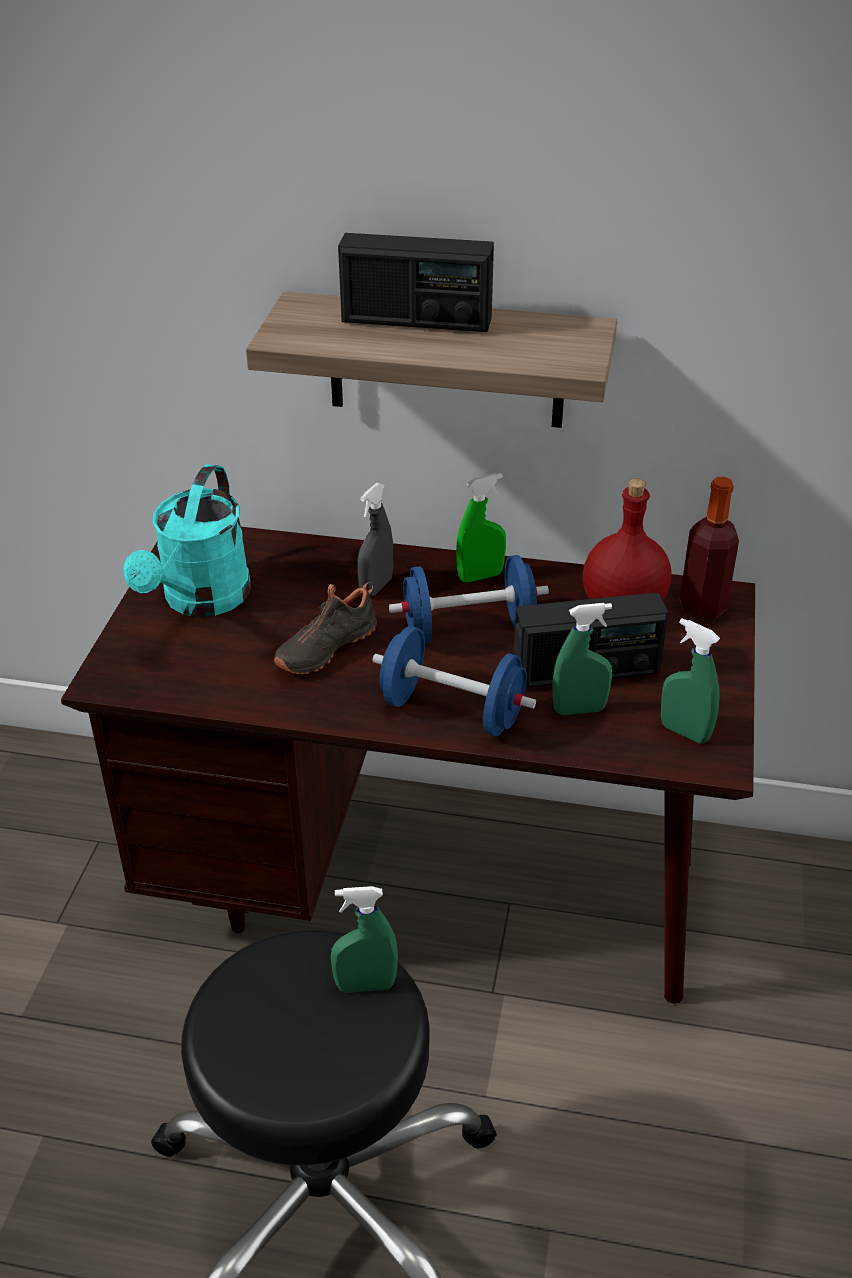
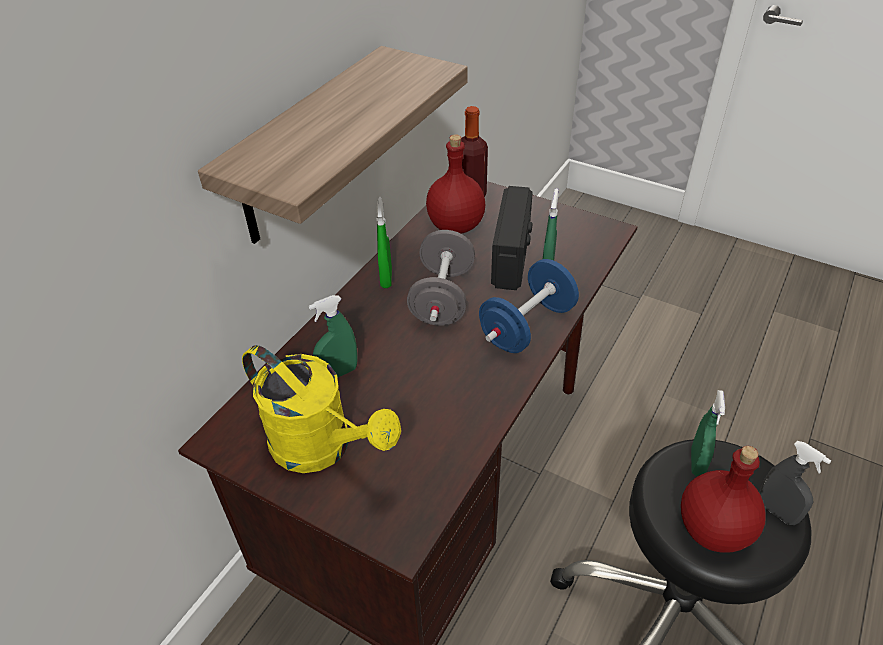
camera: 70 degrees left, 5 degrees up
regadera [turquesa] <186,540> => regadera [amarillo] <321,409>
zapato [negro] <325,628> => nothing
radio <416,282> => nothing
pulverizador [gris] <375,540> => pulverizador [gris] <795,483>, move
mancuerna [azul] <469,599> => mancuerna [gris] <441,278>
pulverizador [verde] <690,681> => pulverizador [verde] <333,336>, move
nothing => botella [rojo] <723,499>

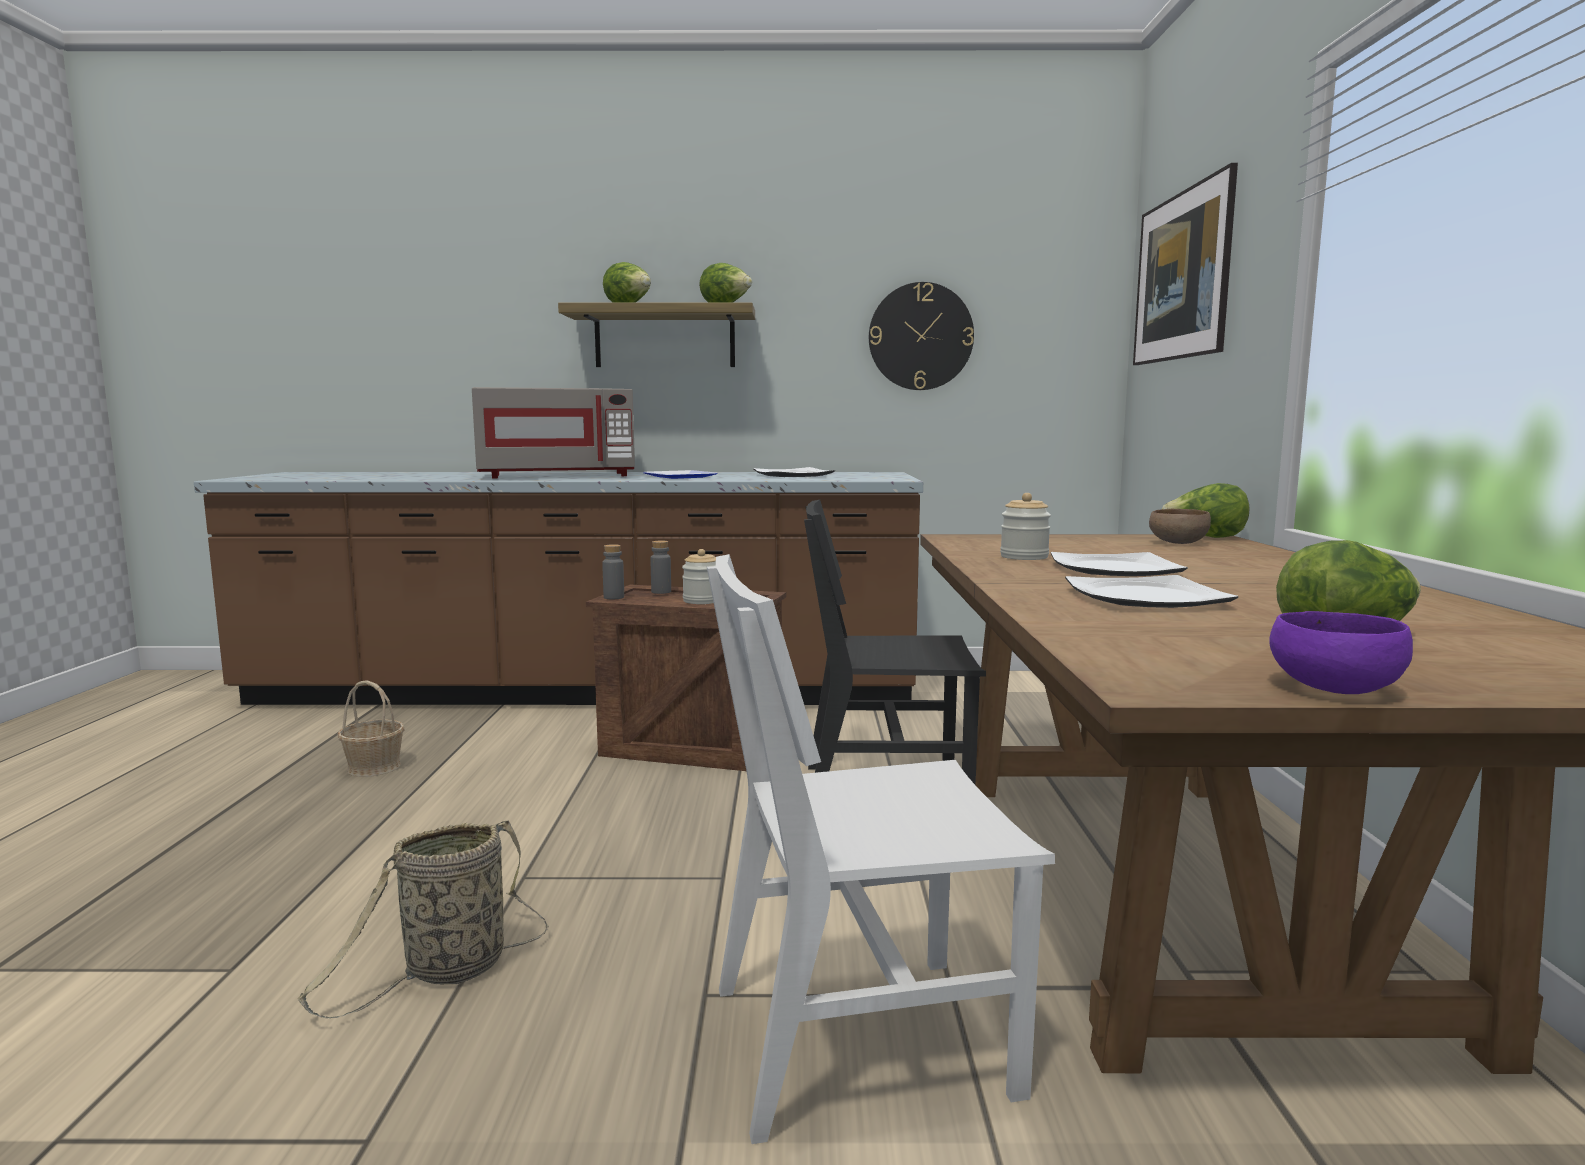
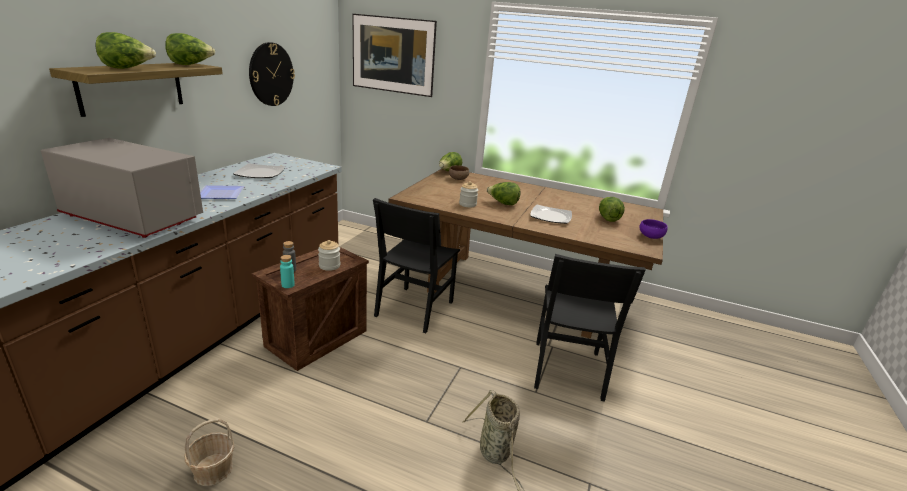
camera: 70 degrees left, 15 degrees up
microondas [gris] <553,432> => microondas [gris] <122,188>, 75 degrees counterclockwise
botella [gris] <613,571> => botella [turquesa] <287,271>
silla [blanco] <881,849> => silla [negro] <590,328>
plato <1119,564> => lechuga <504,193>

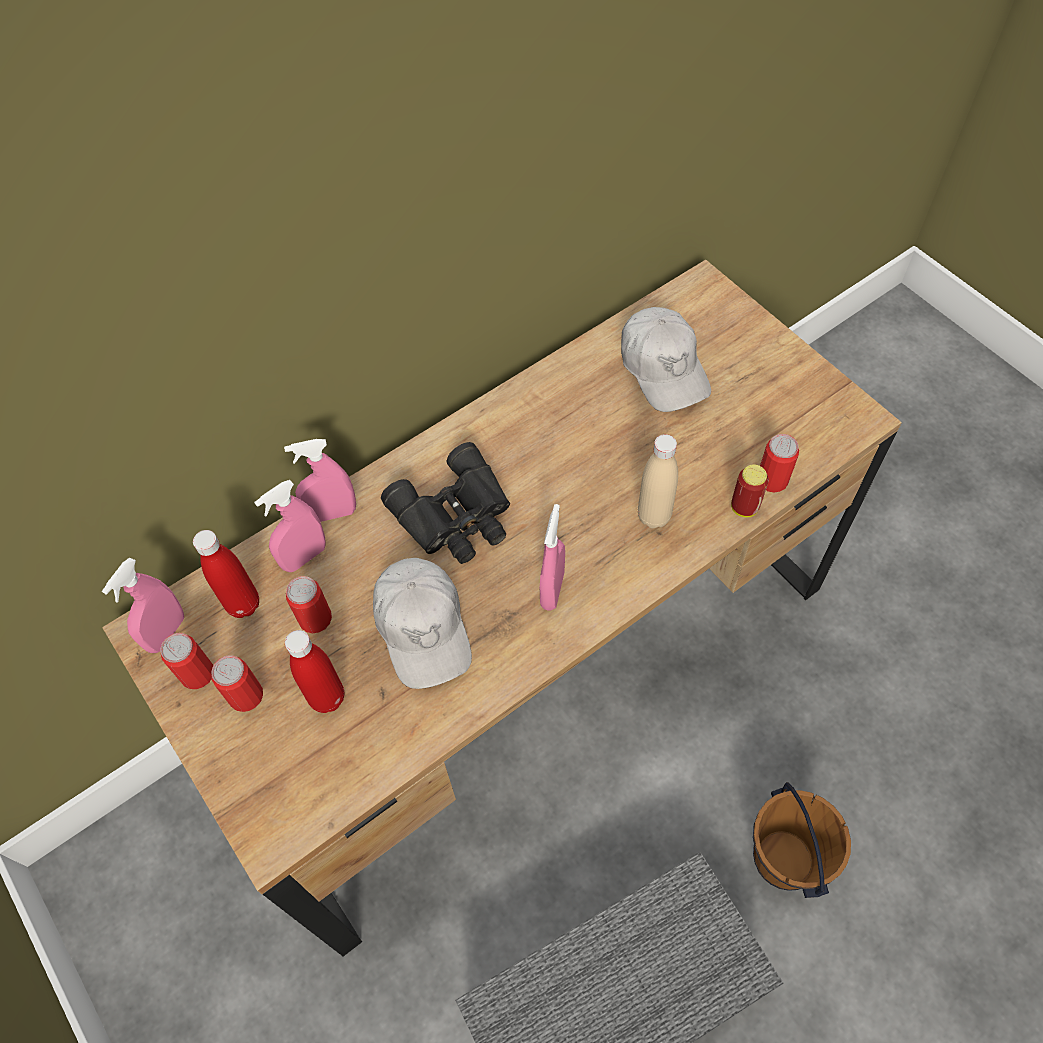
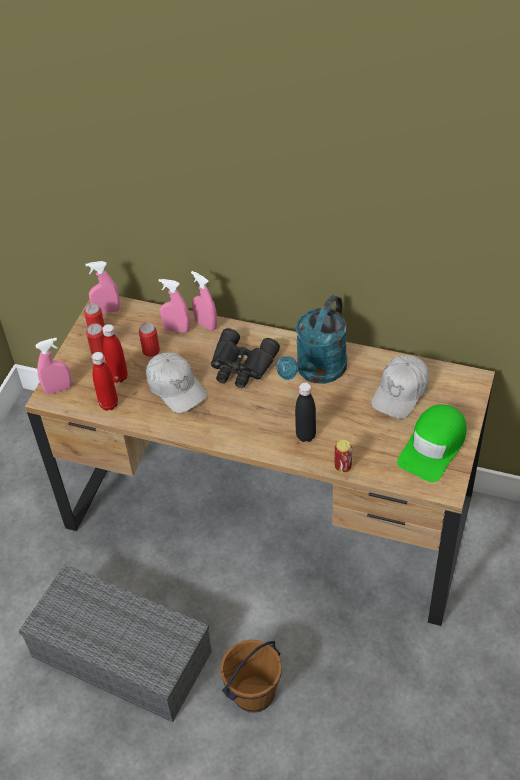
camera: 55 degrees right, 10 degrees down
botella [rojo] <226,574> => botella [rojo] <105,381>, move
gorra [blanco] <422,623> => gorra [blanco] <176,382>, 75 degrees counterclockwise
pulverizador [rosa] <552,557> => pulverizador [rosa] <53,366>, move
botella [beis] <658,481> => botella [negro] <305,412>
lata <779,463> => nothing
nothing => regadera [turquesa] <312,339>
nothing => gorra [verde] <432,443>

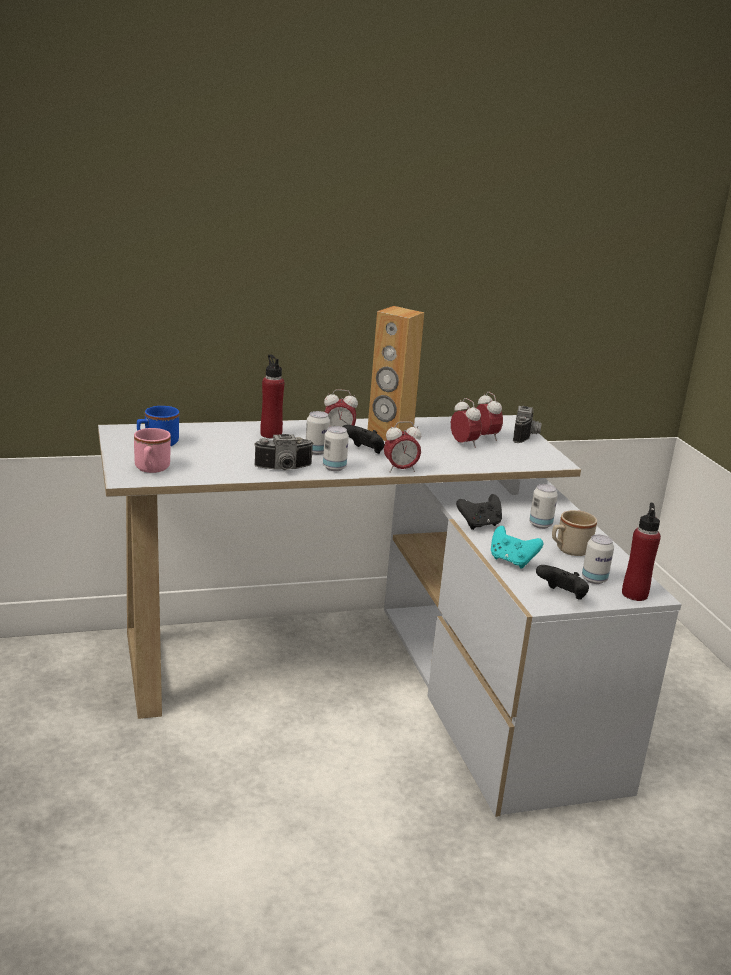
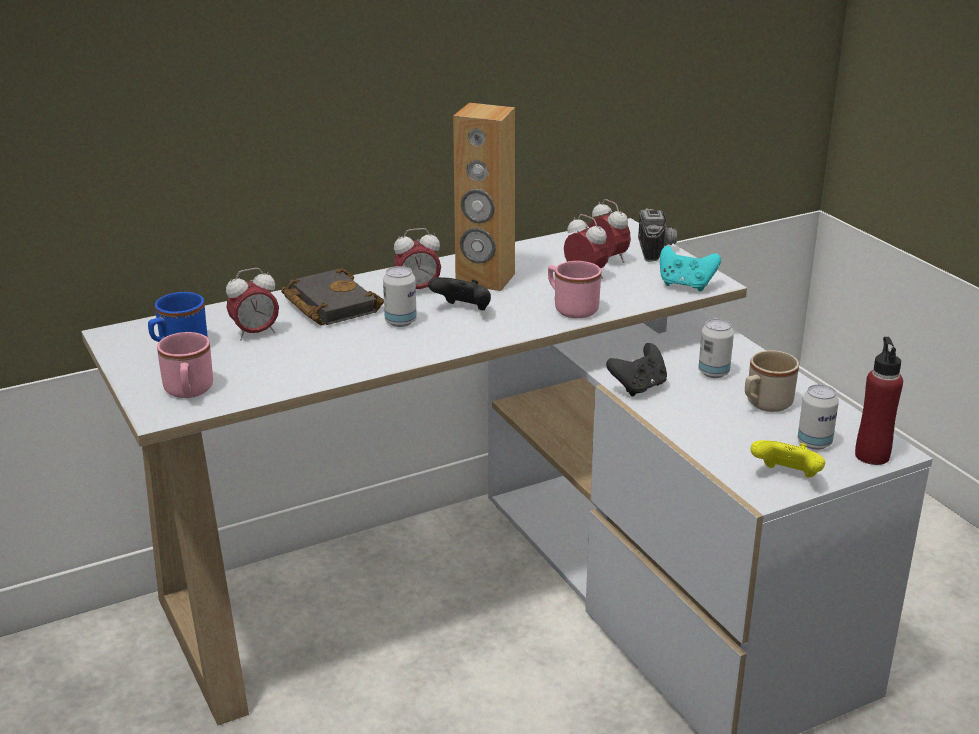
camera: 10 degrees left, 5 degrees up
cámara <284,452> => nothing
botella [rojo] <272,397> => libro [negro] <332,296>
lata <336,448> => nothing
despertador <402,447> => despertador <252,304>, move
mando de consola [turquesa] <517,547> => mando de consola [turquesa] <690,268>, move
mando de consola [negro] <562,582> => mando de consola [amarillo] <788,458>
nothing => taza grande [rosa] <574,289>

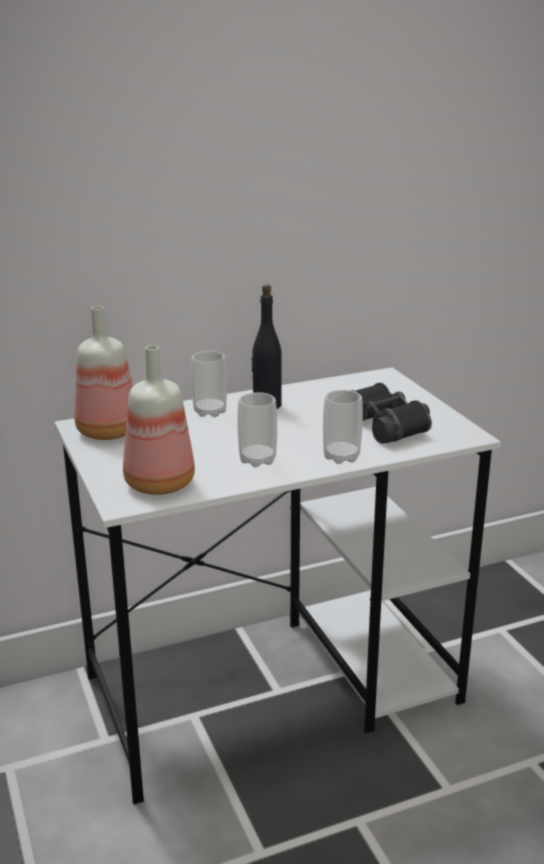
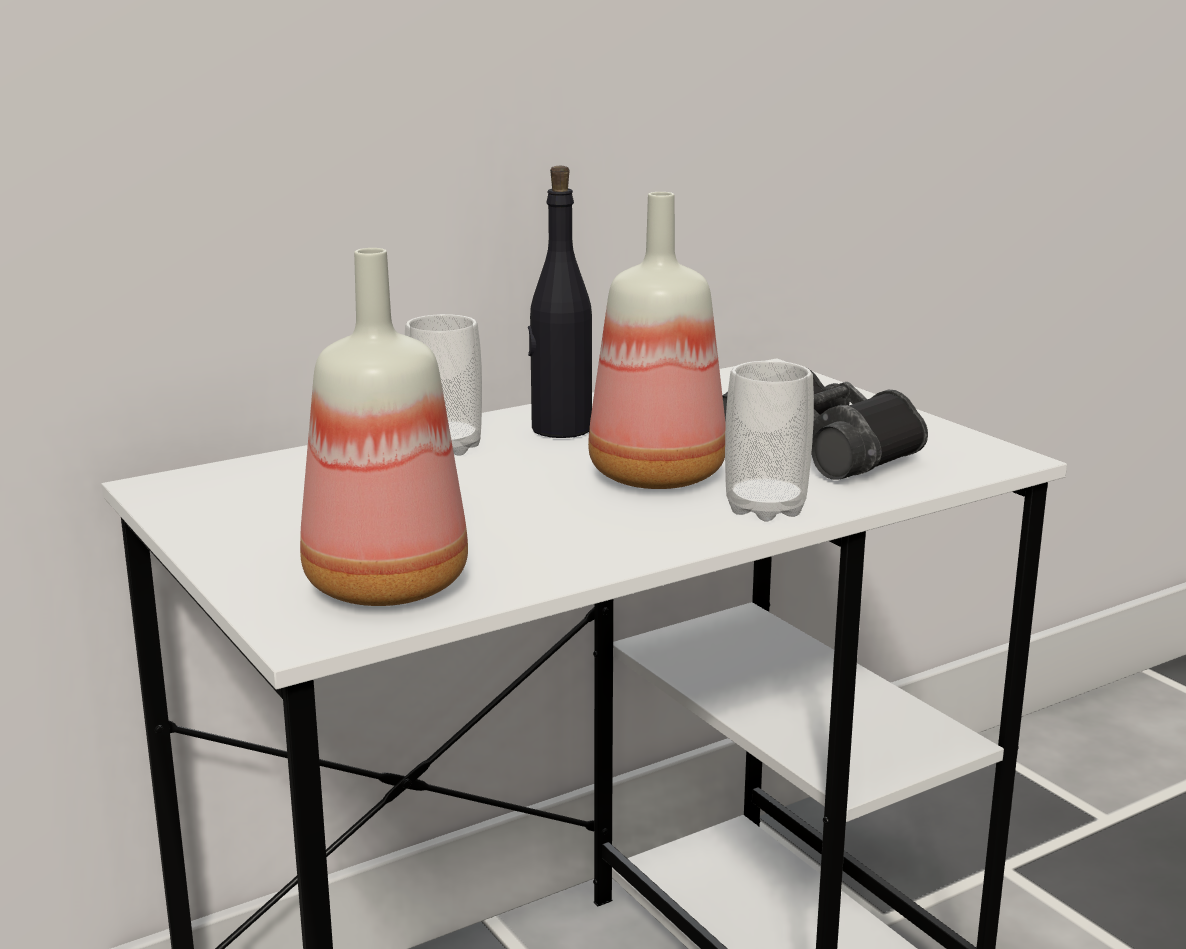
camera: 10 degrees left, 5 degrees down
botella <104,373> => botella <657,340>, move
taza <257,429> => nothing

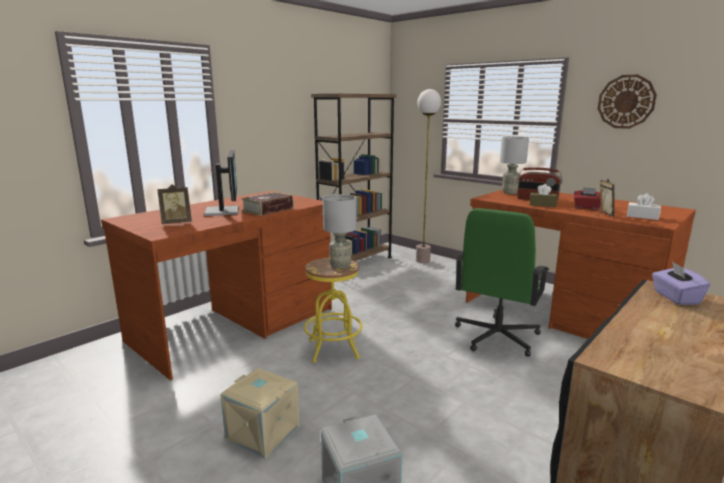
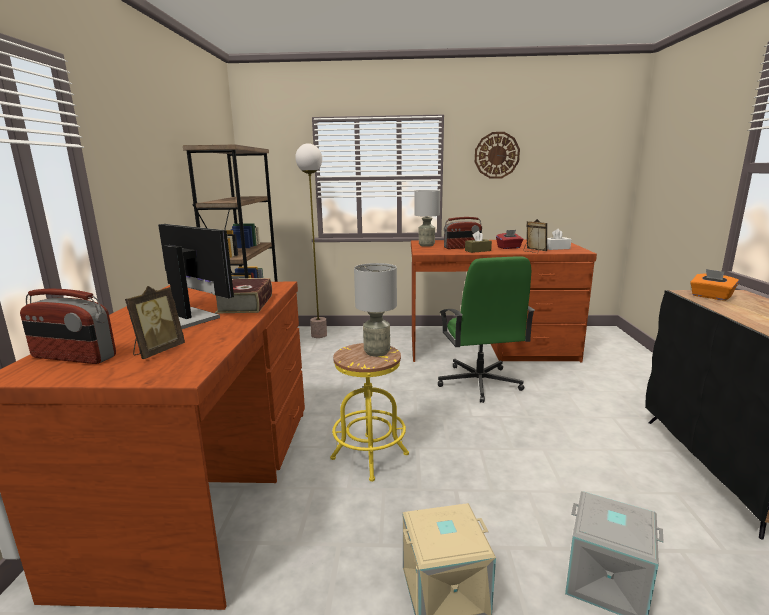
camera: 40 degrees left, 0 degrees up
caja de pañuelos [morado] <681,283> => caja de pañuelos [naranja] <714,285>
nothing => radio <68,326>

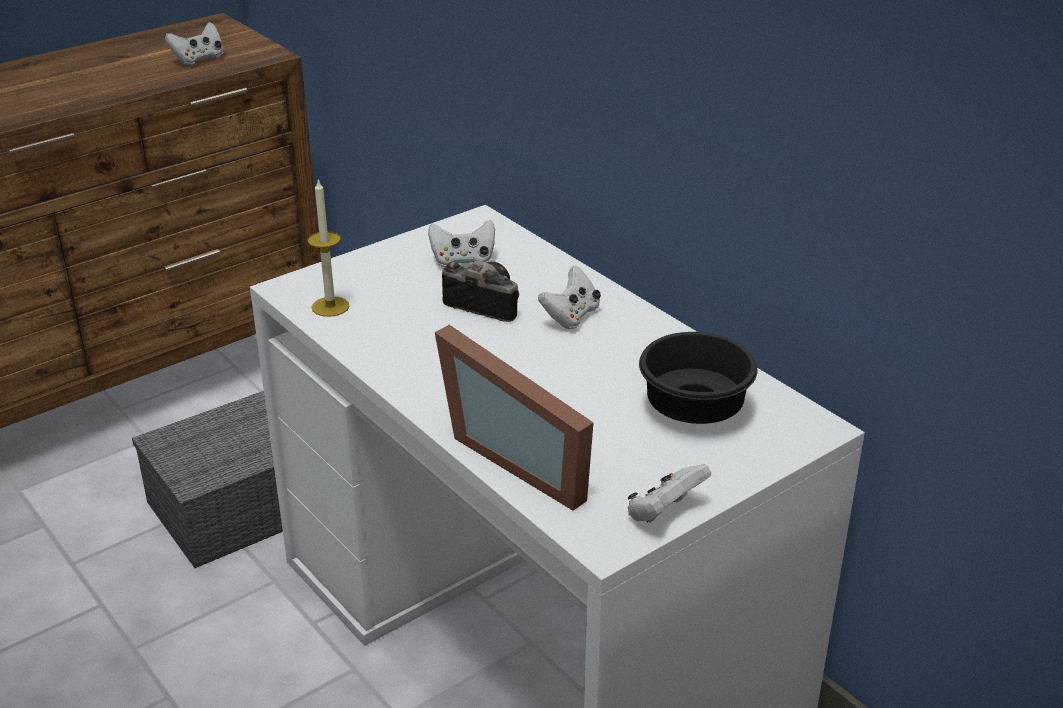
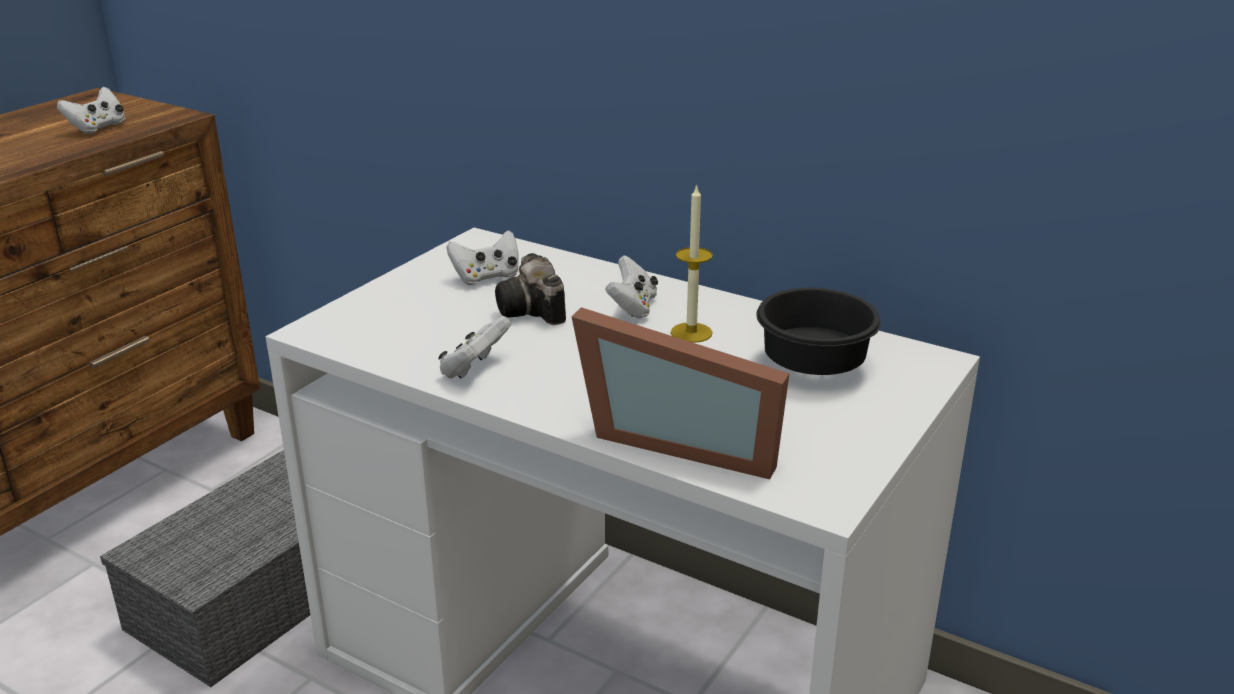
camera: 20 degrees left, 5 degrees down
vela <328,248> => vela <692,263>, move
cámara <480,291> => cámara <530,289>, 120 degrees counterclockwise
mando de consola [blanco] <669,493> => mando de consola [blanco] <474,347>, move

